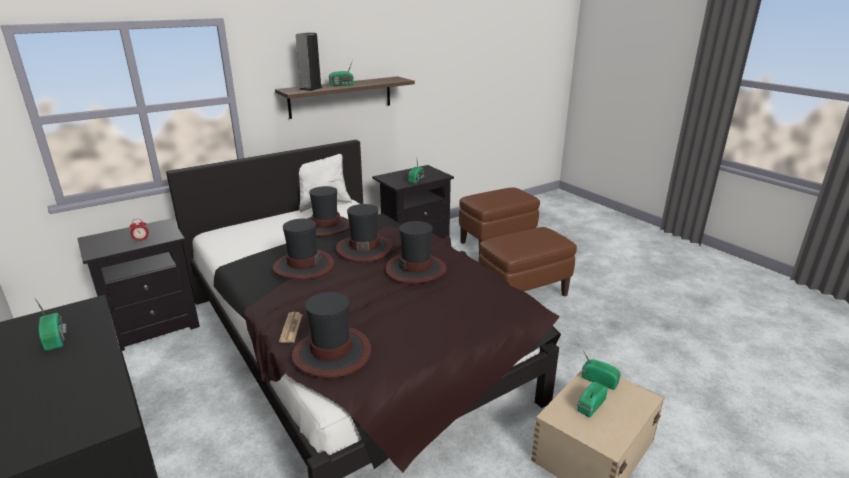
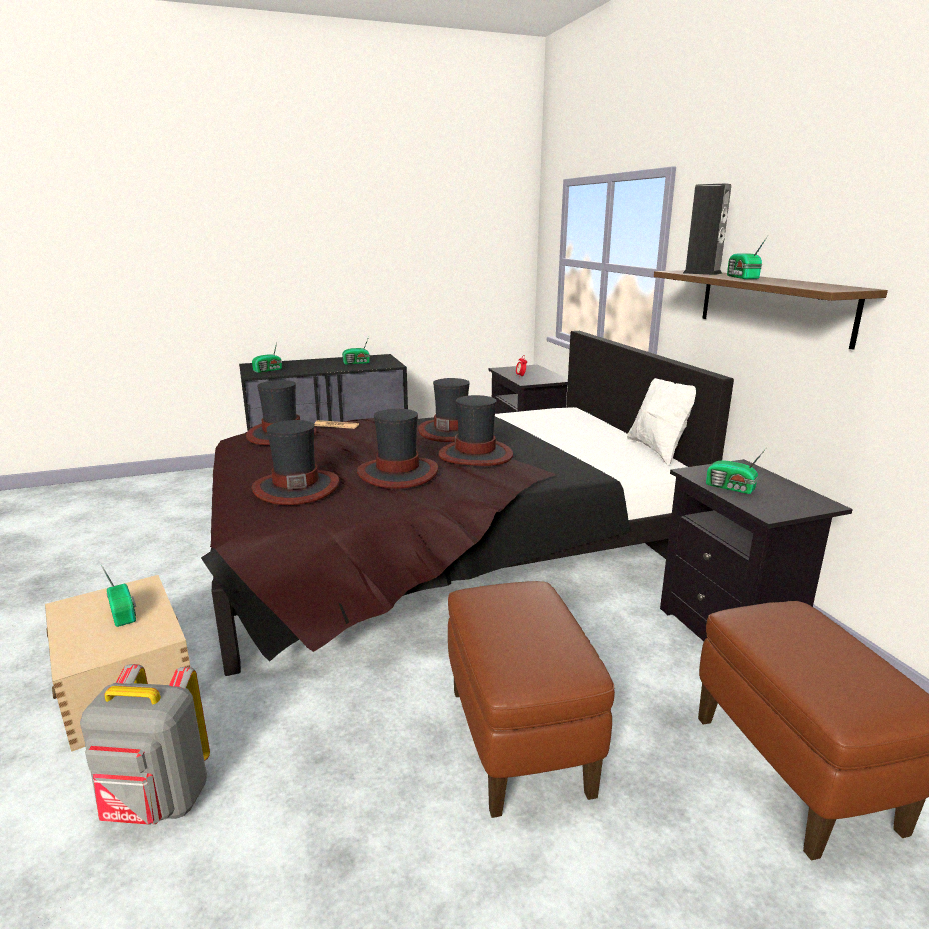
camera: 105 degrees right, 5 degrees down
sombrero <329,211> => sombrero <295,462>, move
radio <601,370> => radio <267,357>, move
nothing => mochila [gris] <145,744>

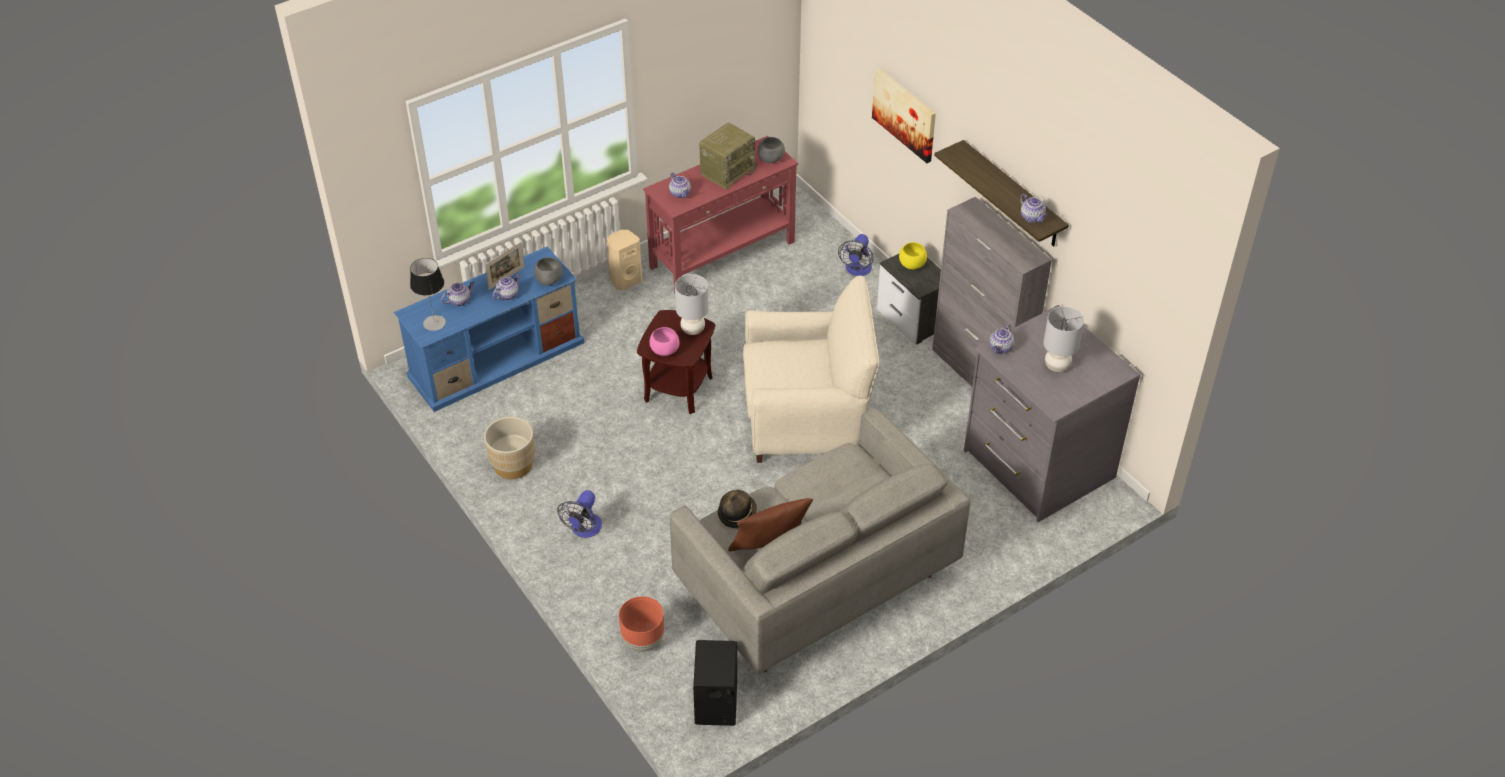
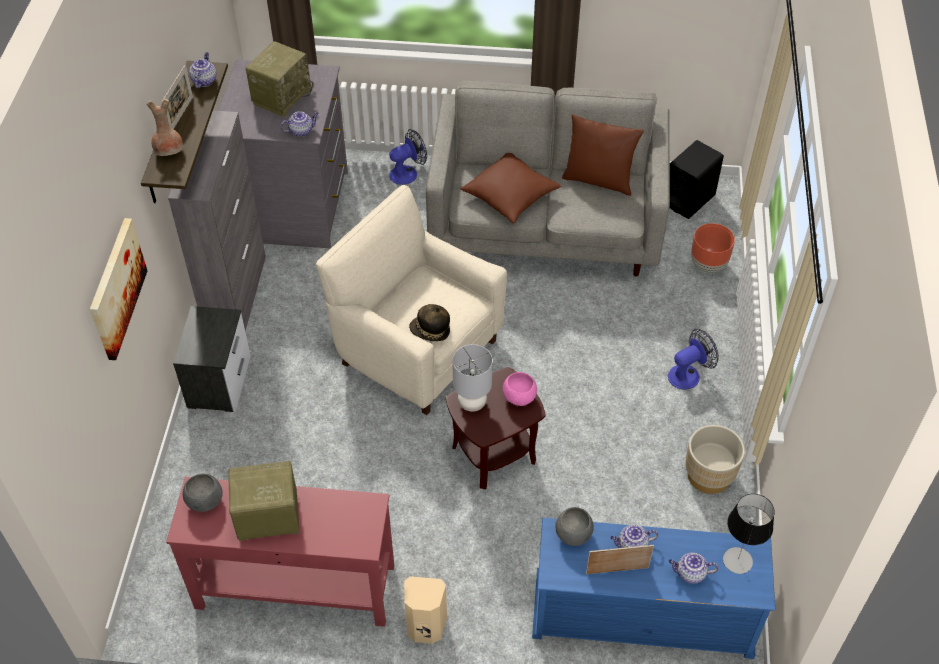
camera: 140 degrees left, 5 degrees up
tetera <680,185> => nothing
sombrero <737,509> => sombrero <429,322>, move
ventilador <855,255> => ventilador <408,157>, move
cuenco [amarillo] <913,255> => nothing
lámpara de mesa [gris] <1063,339> => radio <279,79>
nothing => florero [marrón] <165,127>
nothing => portarretratos <177,97>
nothing => cojín [marrón] <510,188>

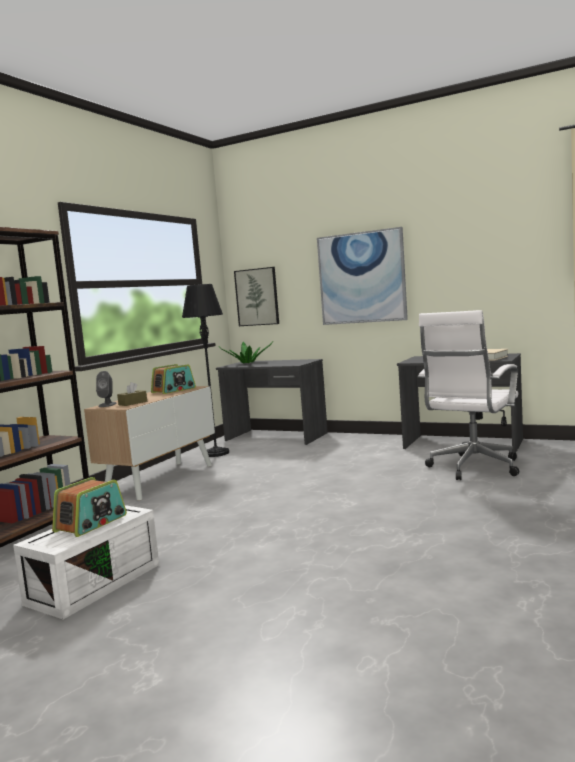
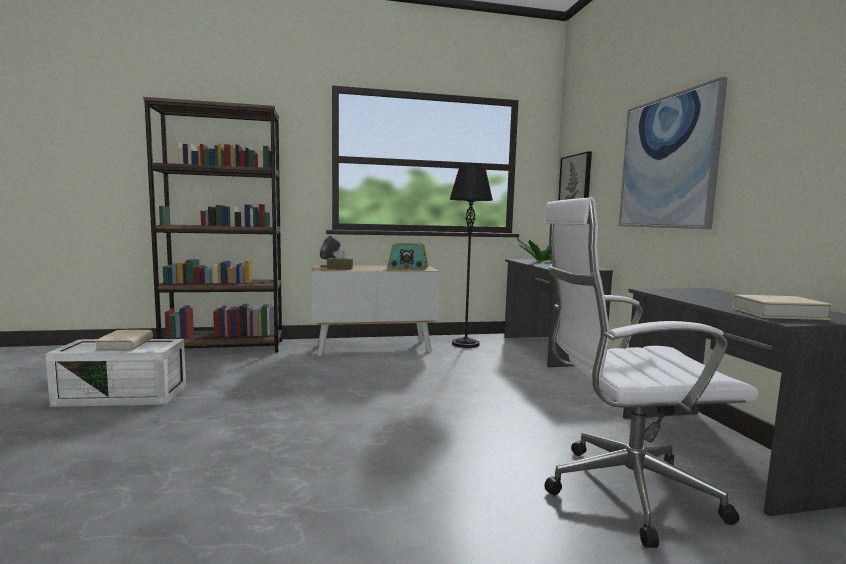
camera: 50 degrees right, 0 degrees up
radio <89,507> => libro [beis] <123,340>

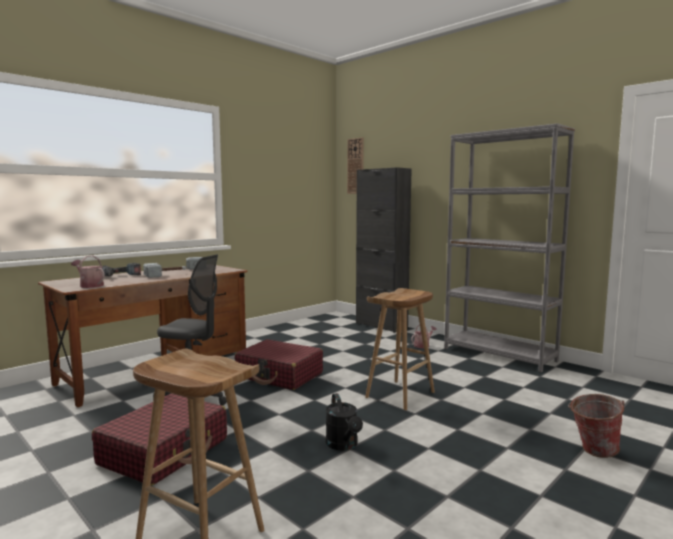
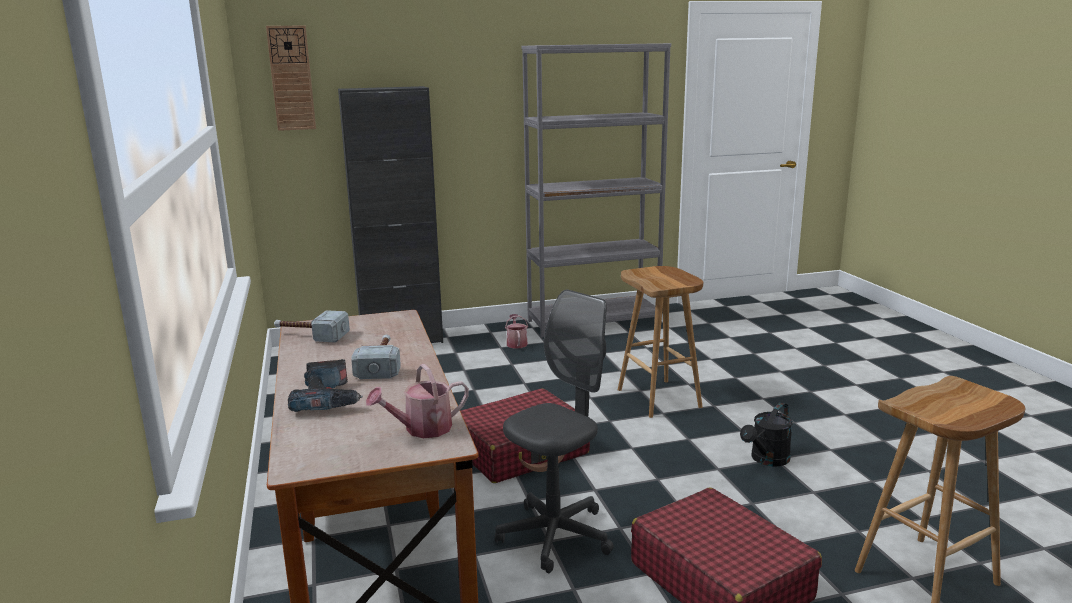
camera: 60 degrees left, 10 degrees up
regadera [negro] <344,422> => regadera [negro] <766,434>, 120 degrees clockwise
cubo <596,426> => nothing

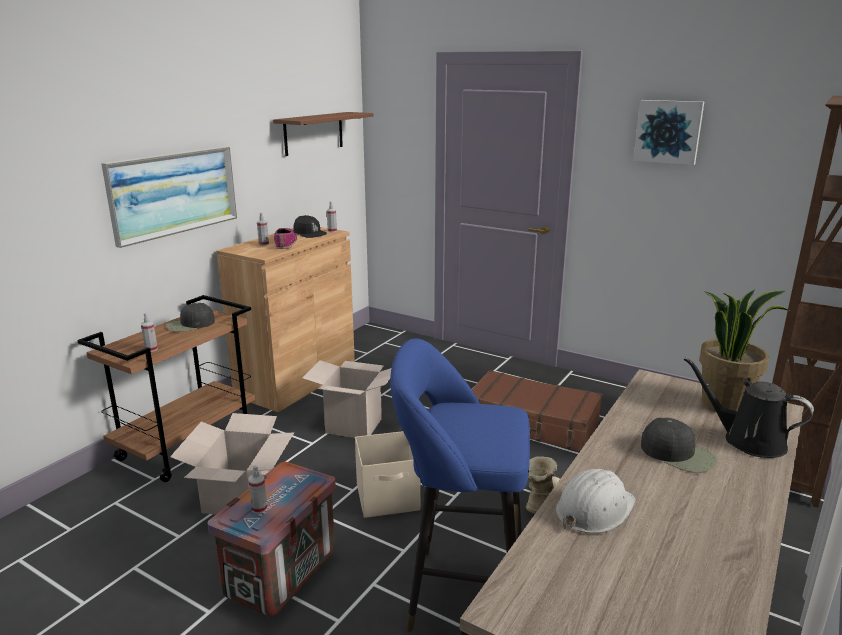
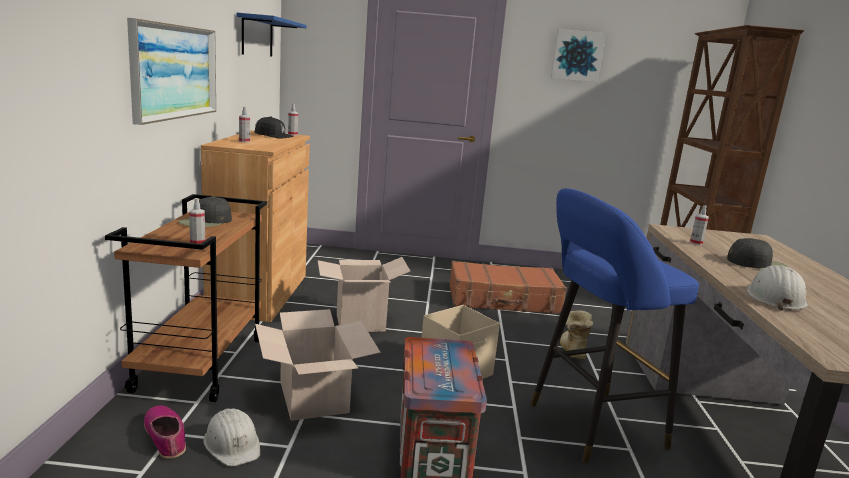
camera: 30 degrees left, 5 degrees down
pulverizador <258,489> => pulverizador <699,225>, move
estante [marrón] <323,134> => estante [azul] <271,34>
zapato <285,238> => zapato <165,432>, move
regadera [negro] <749,407> => nothing
planta en maceta <744,350> => nothing
nothing => casco [blanco] <231,437>

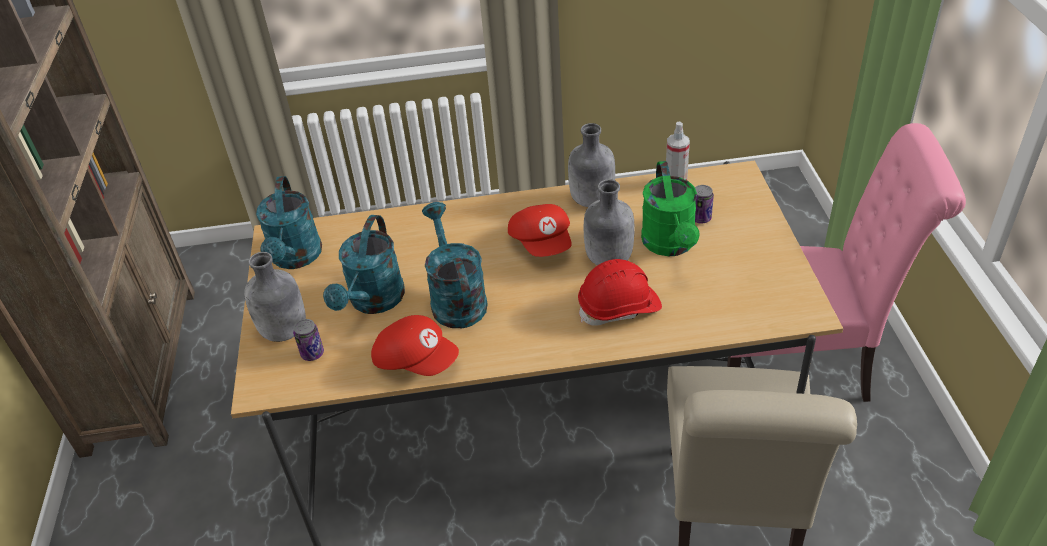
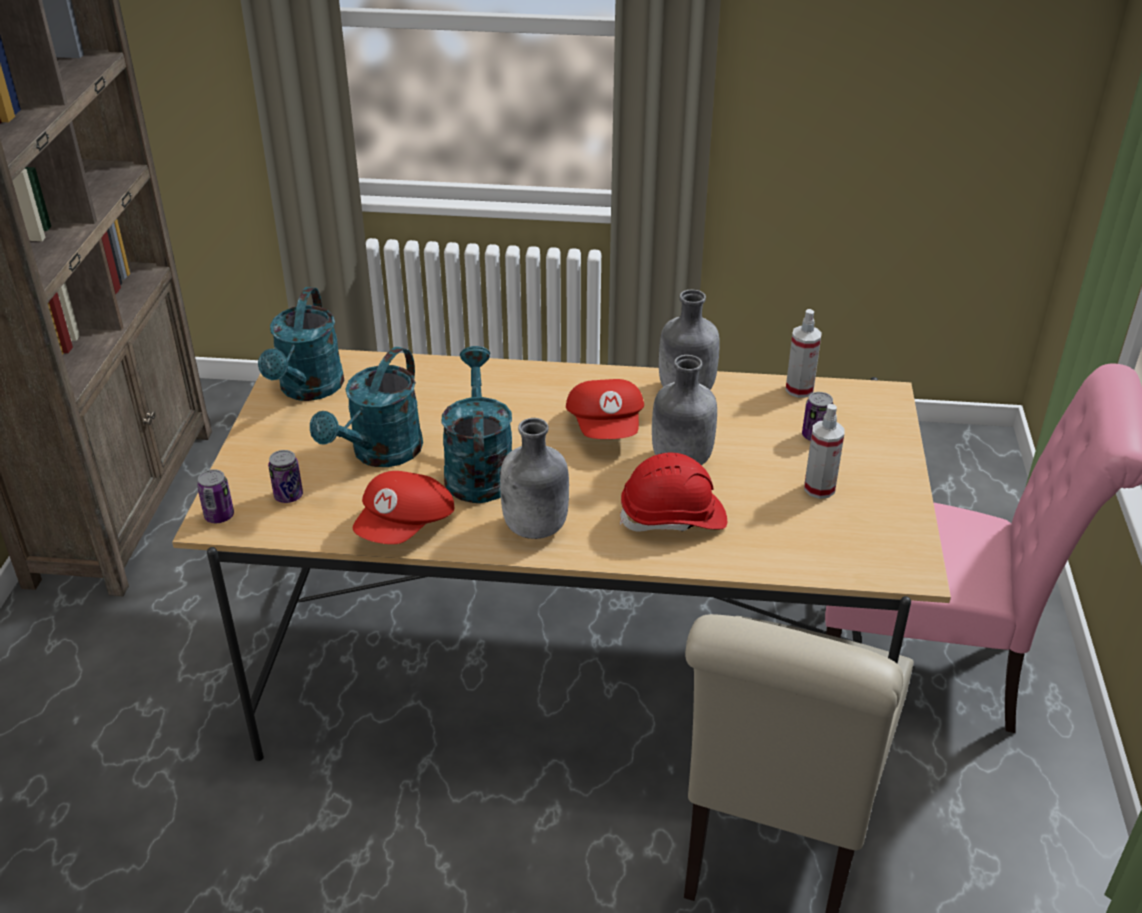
camera: 10 degrees right, 5 degrees down
botella [gris] <275,297> => botella [gris] <534,478>, move
gorra [rojo] <415,345> => gorra [rojo] <403,507>, 75 degrees clockwise
regadera [verde] <670,208> => nothing
nothing => lata <215,496>
nothing => pulverizador <824,451>

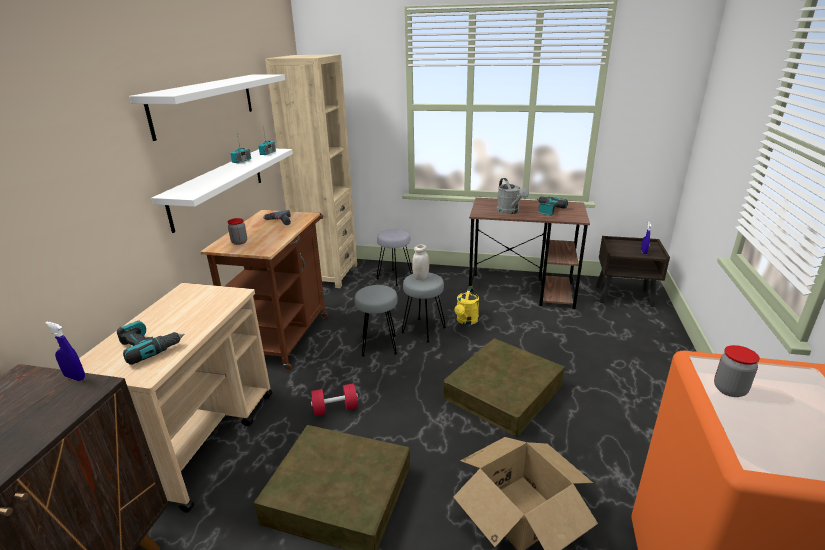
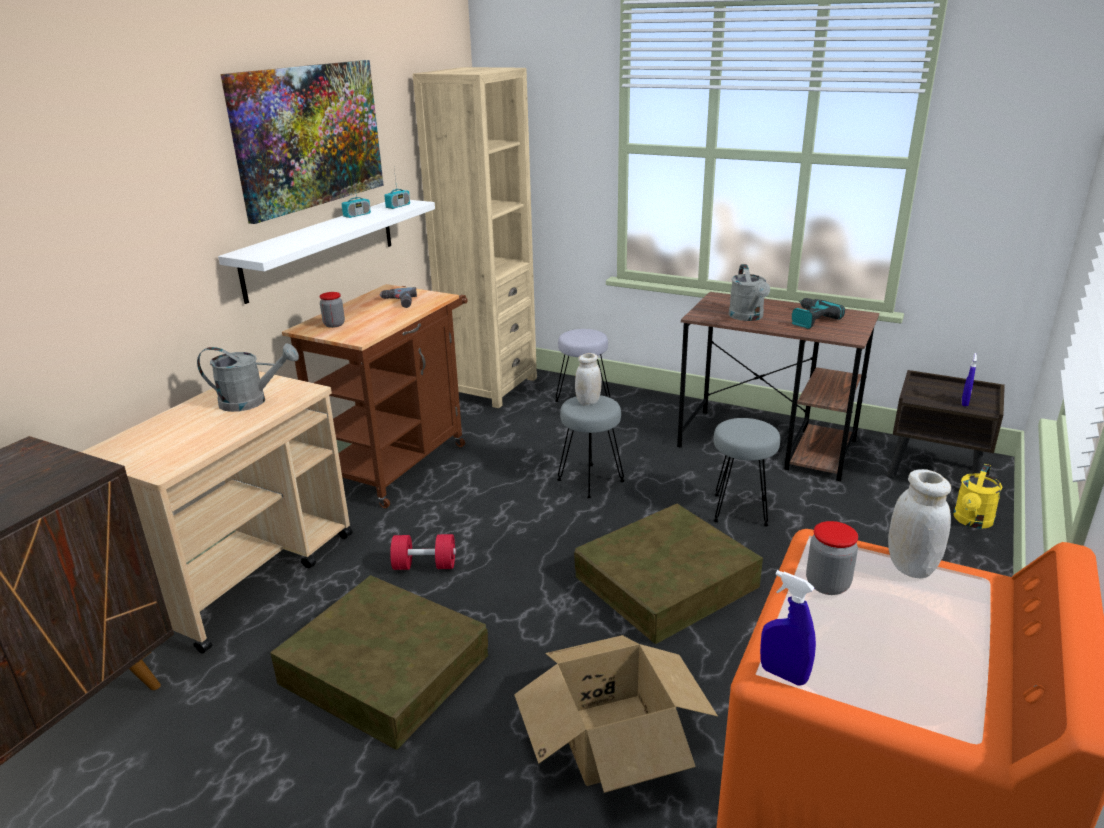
camera: 15 degrees right, 0 degrees up
pulverizador [azul] <65,351> => pulverizador [azul] <788,627>, move
taladro <151,343> => nothing
estante [blanco] <207,107> => cuadro <302,142>
taburete [gris] <376,321> => taburete [gris] <746,472>, move
regadera [amarillo] <467,305> => regadera [amarillo] <977,496>, move
nothing => regadera [gris] <248,378>
nothing => tarro [blanco] <919,523>

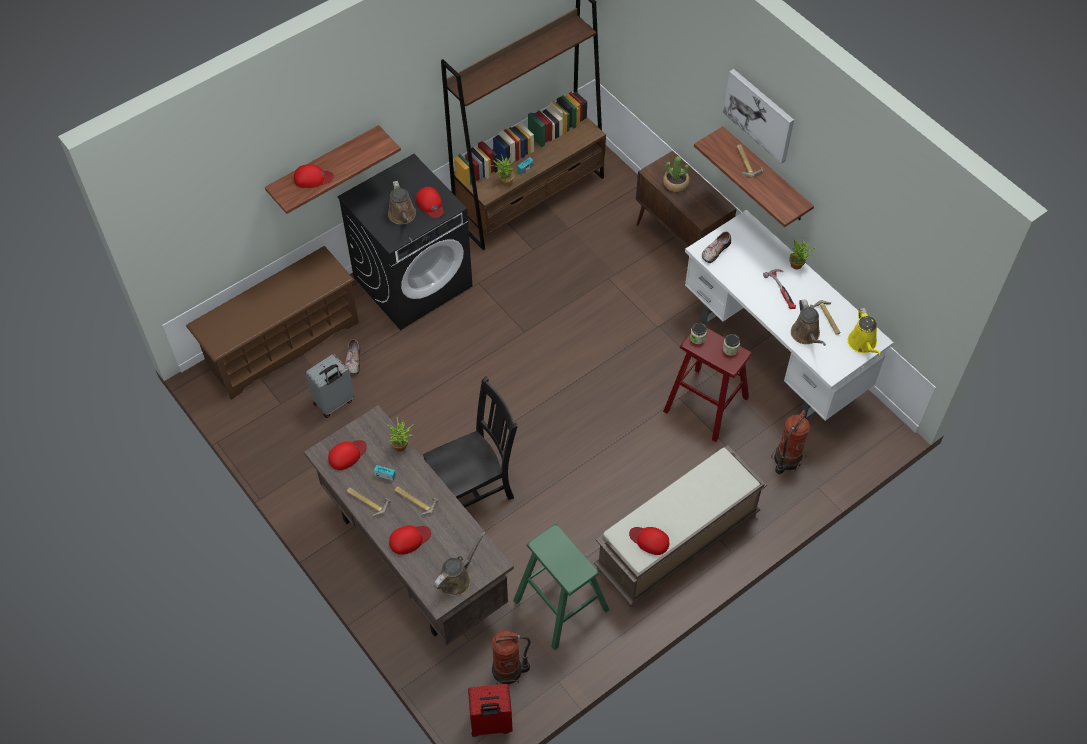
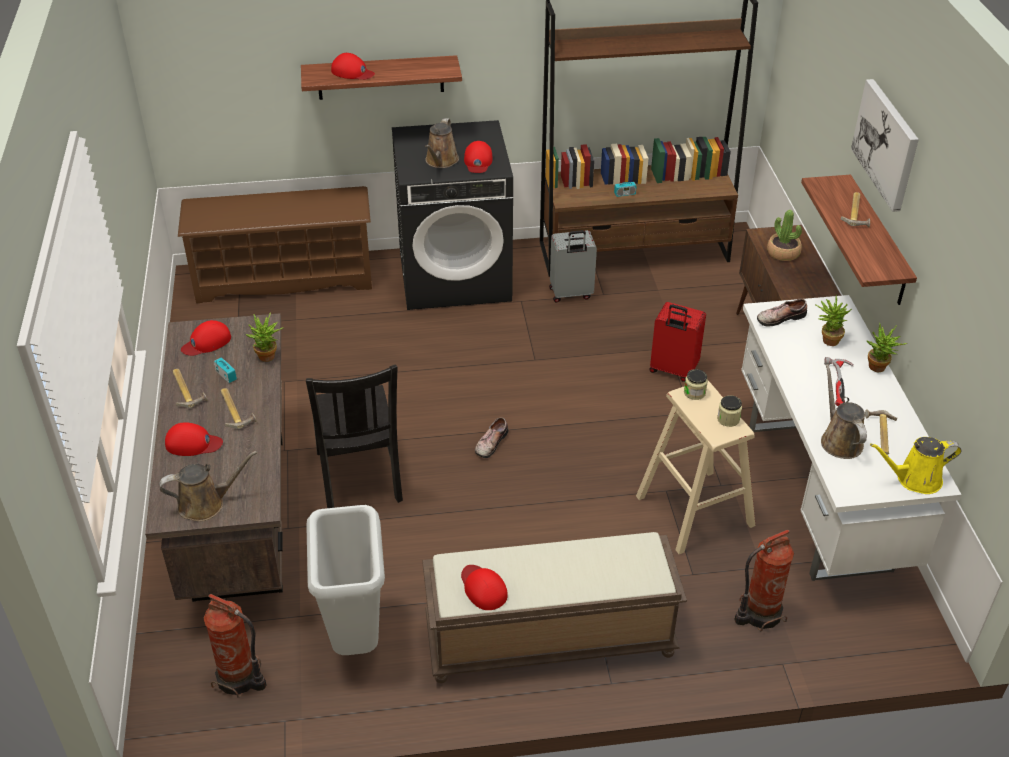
camera: 30 degrees right, 15 degrees down
maleta [gris] <330,386> => maleta [gris] <573,266>, move
gorra [rojo] <347,455> => gorra [rojo] <206,338>, 150 degrees clockwise
zapato <352,357> => zapato <492,437>, move
silla [negro] <470,441> => silla [negro] <354,436>, 75 degrees clockwise
maleta [rojo] <490,710> => maleta [rojo] <678,342>, move
planta en maceta <503,170> => planta en maceta <834,320>, move
taburete [verde] <561,587> => papelera [gris] <346,580>
taburete [rojo] <707,384> => taburete [beis] <696,467>
regadera [marrón] <808,322> => regadera [marrón] <844,411>, 150 degrees clockwise
regadera [amarillo] <864,331> => regadera [amarillo] <915,465>, 60 degrees clockwise

